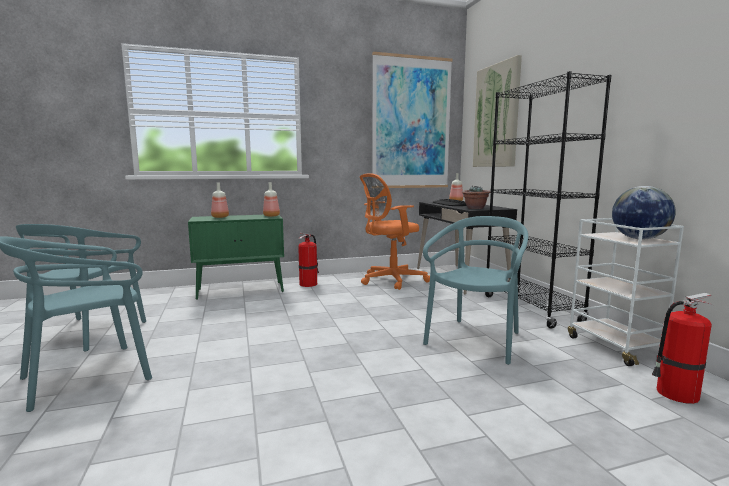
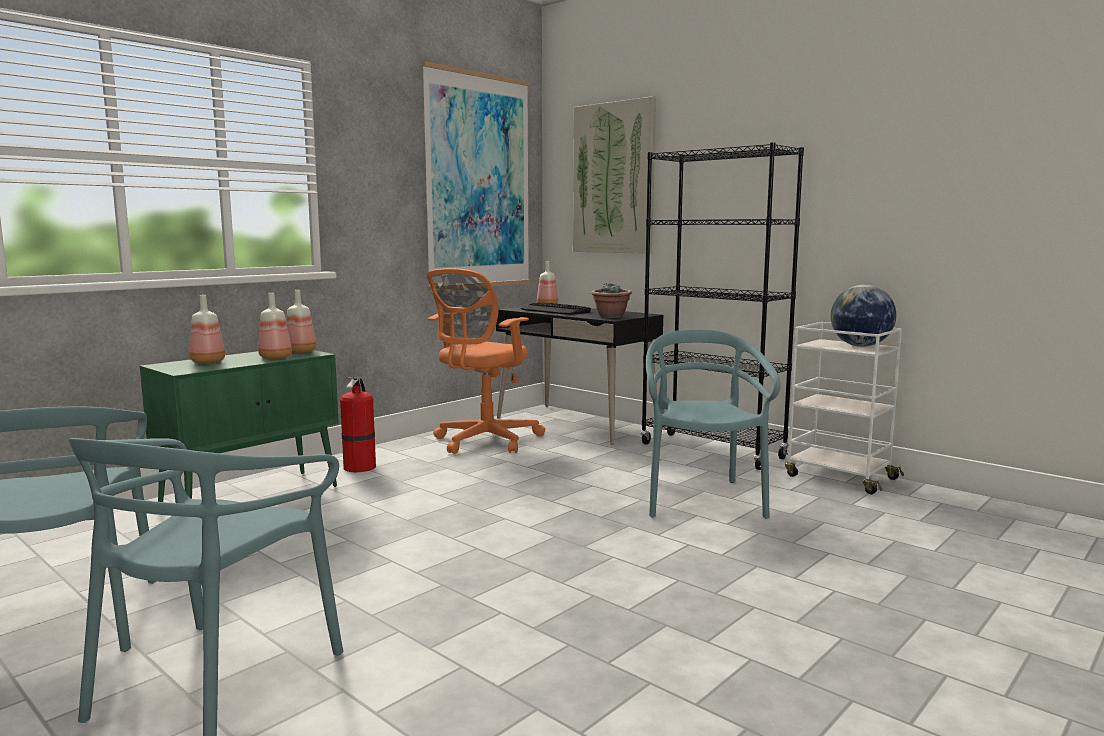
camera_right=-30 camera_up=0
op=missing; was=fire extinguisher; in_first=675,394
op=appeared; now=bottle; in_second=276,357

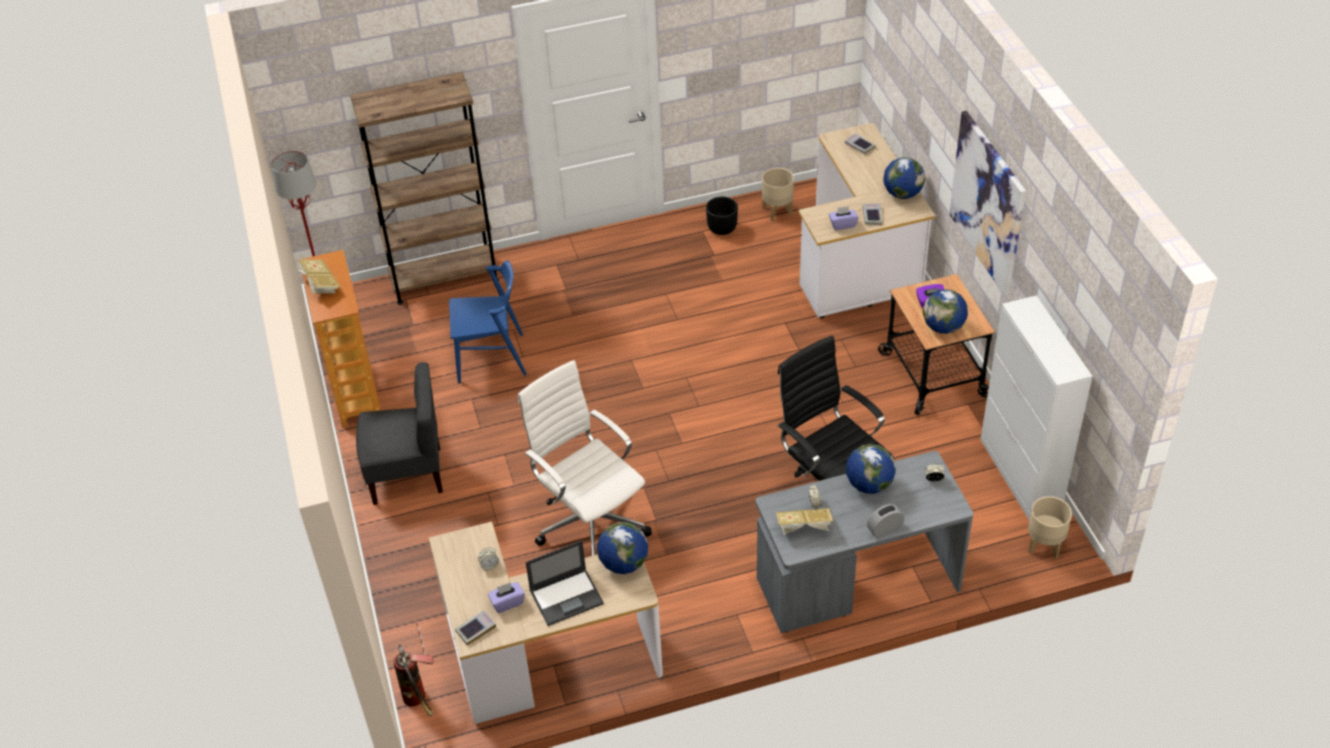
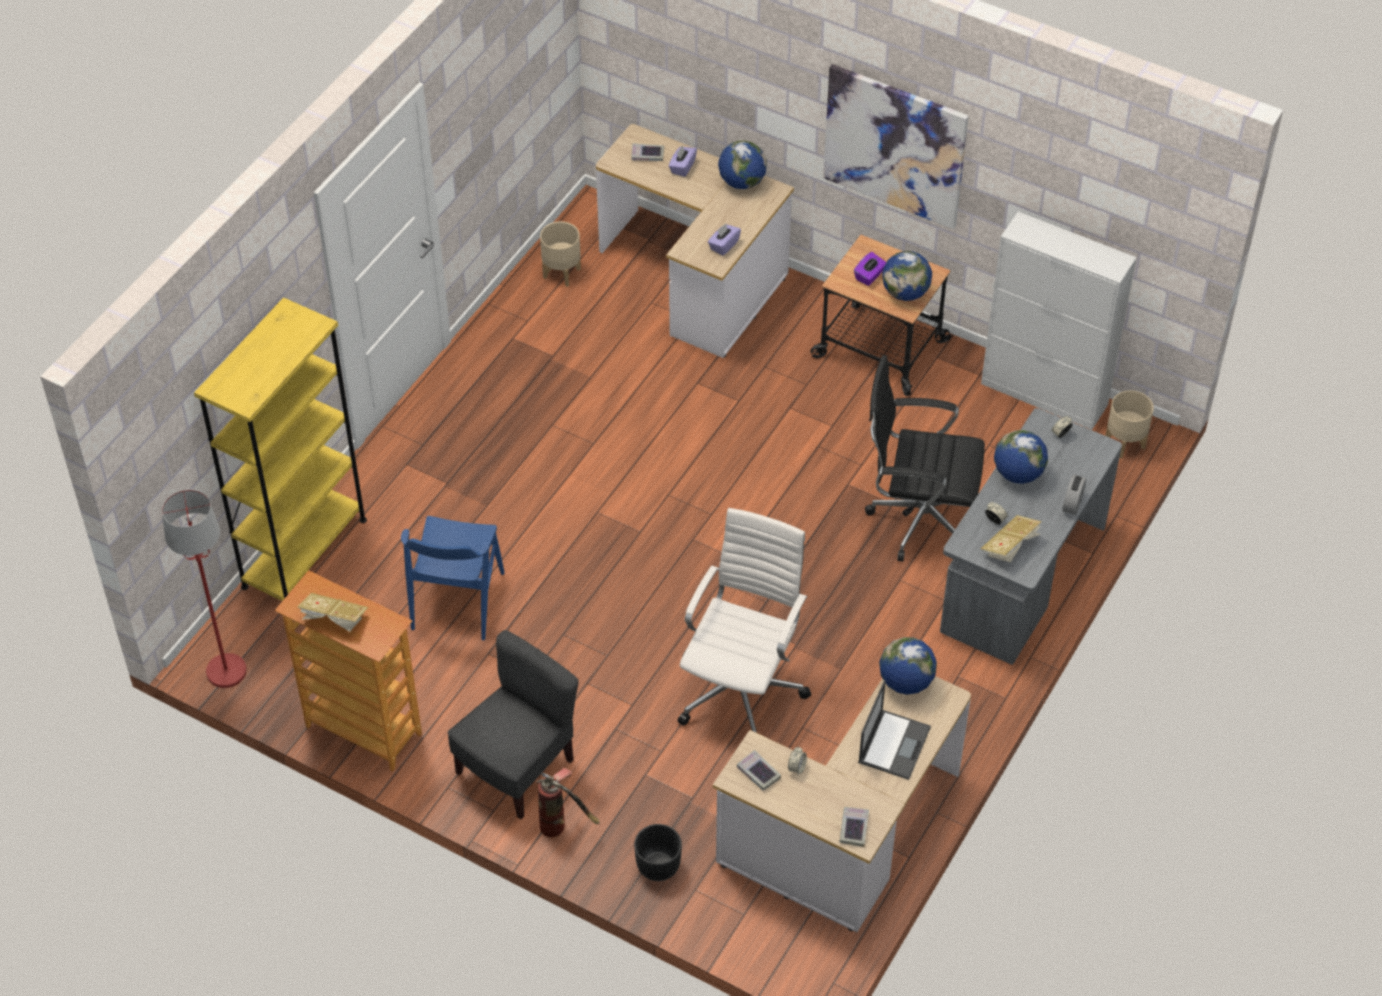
camera_right=-45 camera_up=5
op=colour; was=bookcase (brown); now=bookcase (yellow); in_first=444,278; in_second=304,553
op=relocated; was=fire extinguisher; in_first=420,702; in_second=562,826
op=spun; was=chair (blue); in_first=491,358; in_second=457,601; clockwise=150
op=relocated; was=tissue box (purple); in_first=507,602; in_second=682,167
op=spun; was=office chair (white); in_first=590,522; in_second=742,688; clockwise=105
op=relocated; was=planter (black); in_first=722,227; in_second=658,865
op=relocated; was=book; in_first=872,216; in_second=758,773

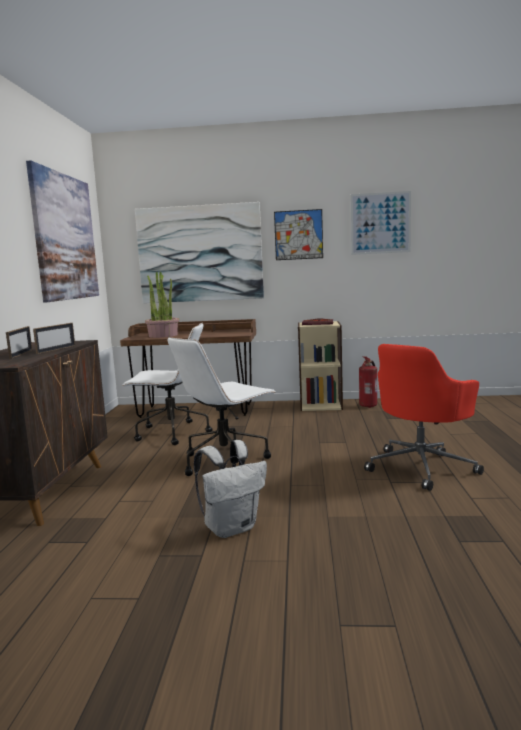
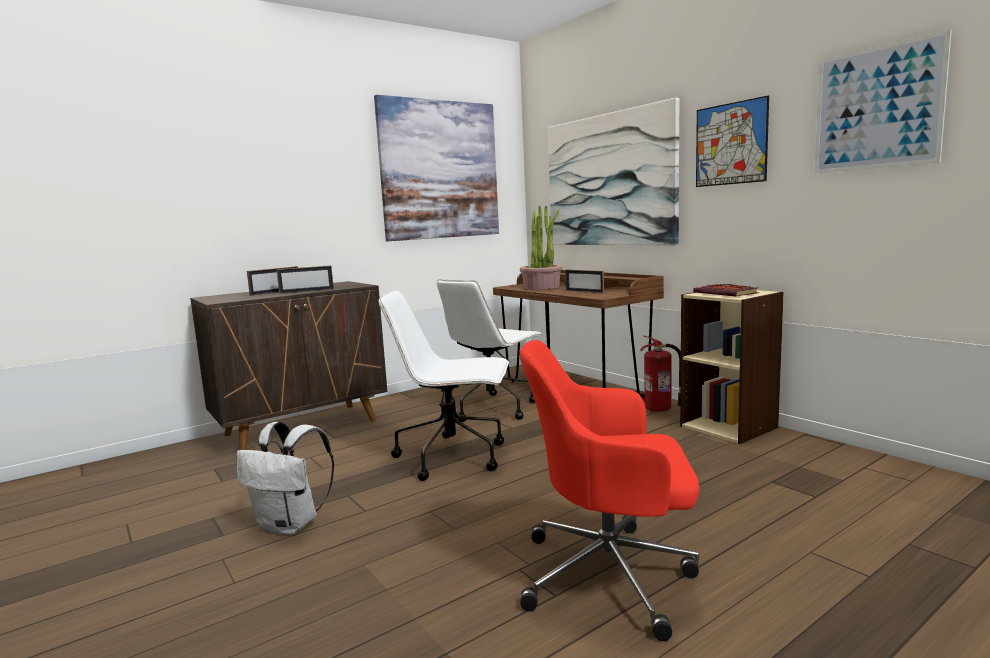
camera_right=50 camera_up=0
op=spun; was=office chair (white); in_first=171,433; in_second=492,407; clockwise=75
op=relocated; was=fire extinguisher; in_first=369,406; in_second=660,409
op=appeared; now=picture frame; in_second=584,292

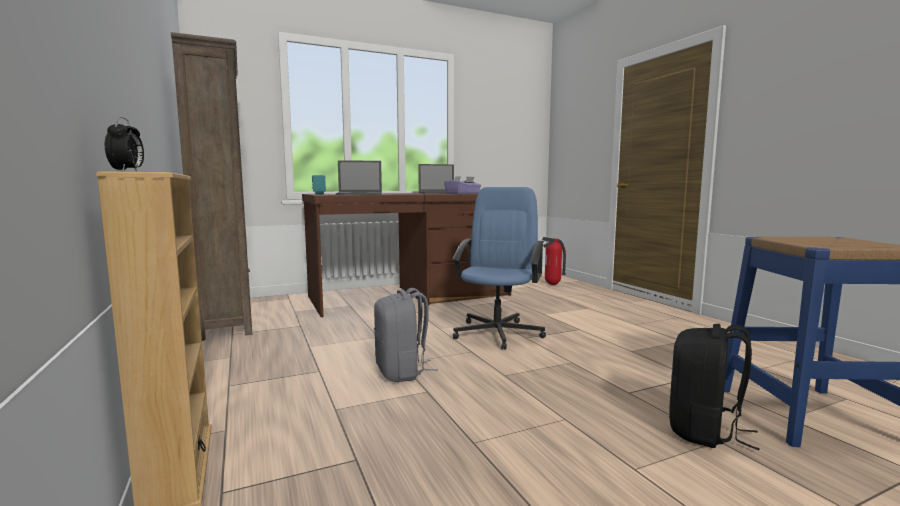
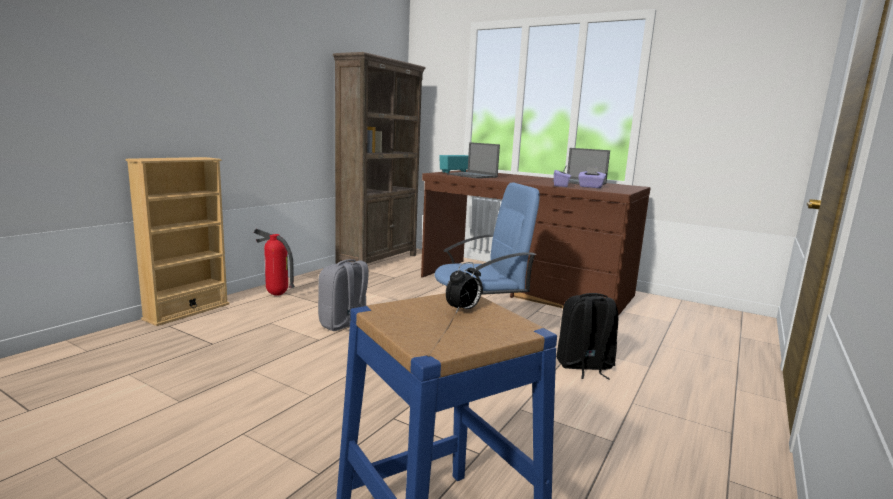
camera_right=55 camera_up=5
op=relocated; was=alarm clock; in_first=127,171; in_second=463,310
op=relocated; was=fire extinguisher; in_first=552,284; in_second=276,295
op=relocated; was=backpack (black); in_first=705,431; in_second=584,366

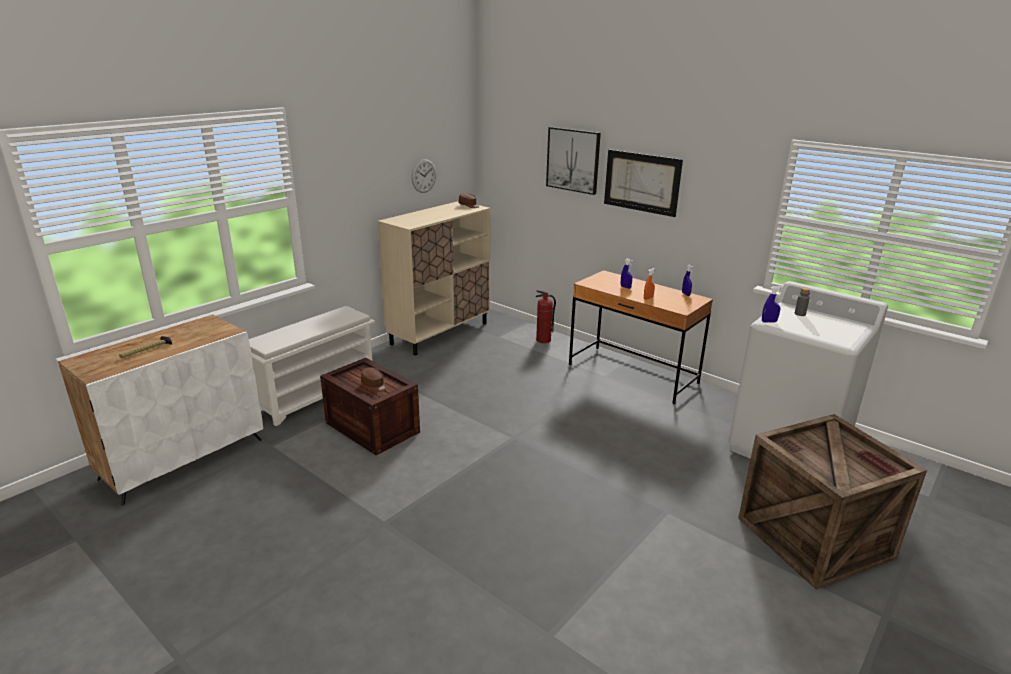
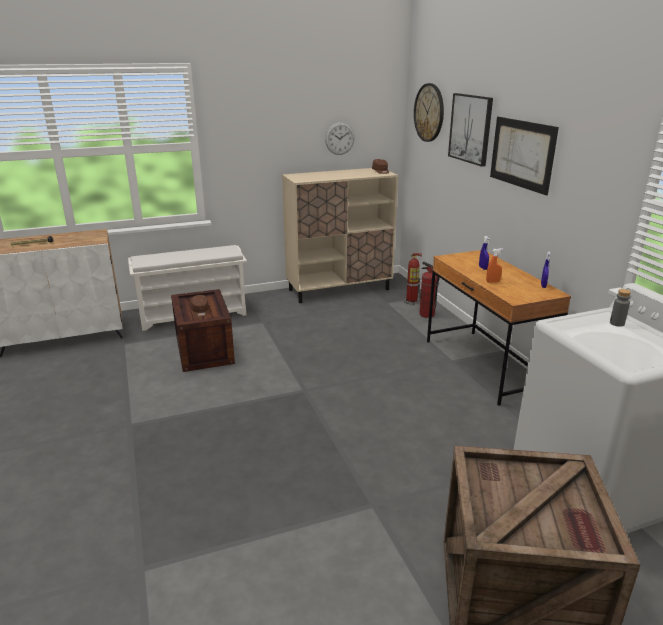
camera_right=30 camera_up=0
op=missing; was=spray bottle (blue); in_first=769,322
op=appeared; now=fire extinguisher; in_second=411,302
op=appeared; now=wall clock; in_second=429,112

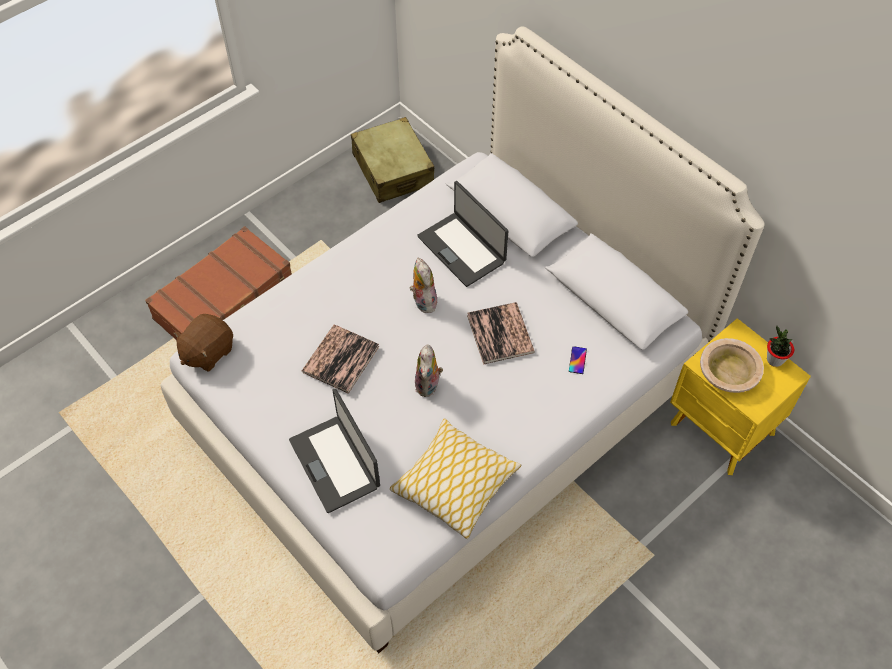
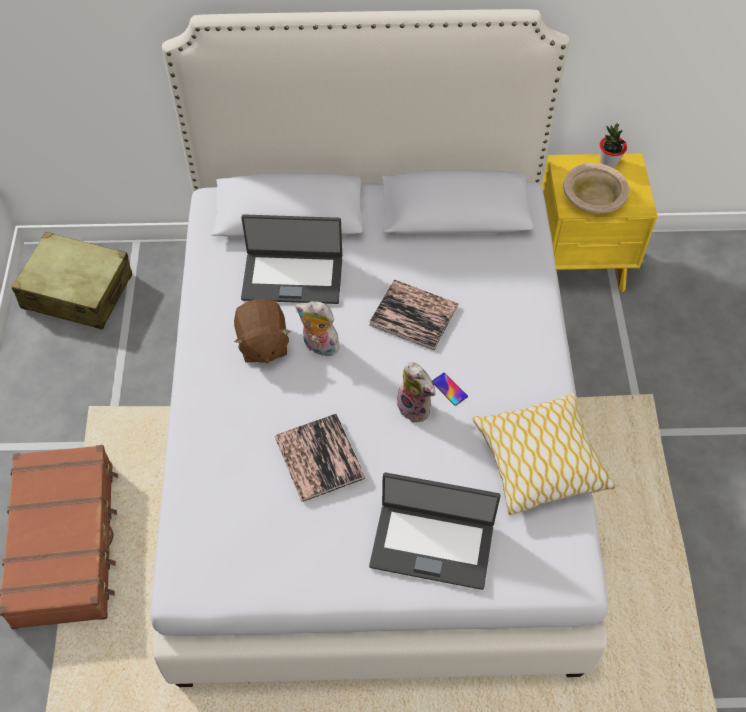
camera_right=-50 camera_up=0
op=relocated; was=plush toy (brown); in_first=207,352; in_second=262,344
op=relocated; was=phone; in_first=577,360; in_second=449,389

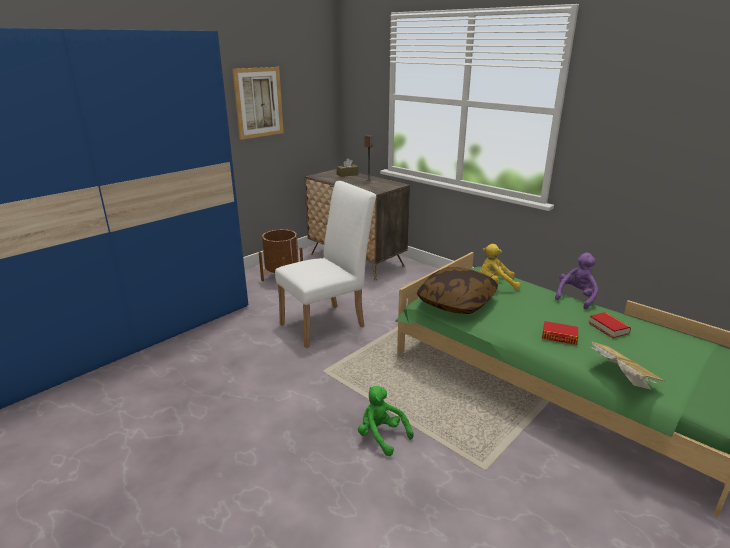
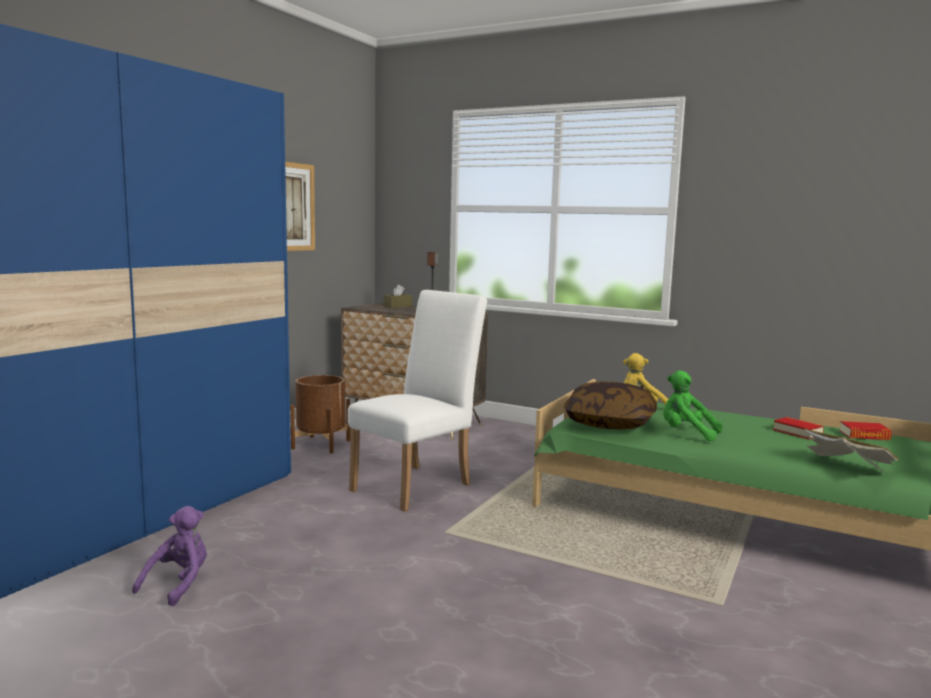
camera_right=-15 camera_up=-15
op=relocated; was=plush toy (green); in_first=381,436; in_second=686,433
op=relocated; was=book; in_first=559,336; in_second=864,435
op=relocated; was=plush toy (purple); in_first=575,297; in_second=179,584

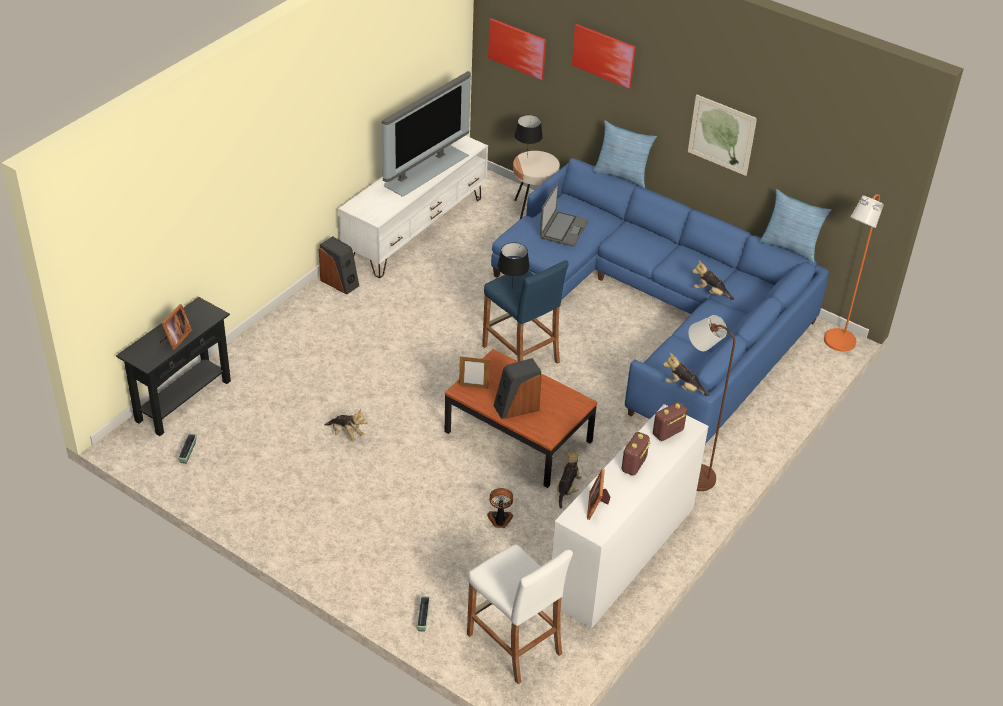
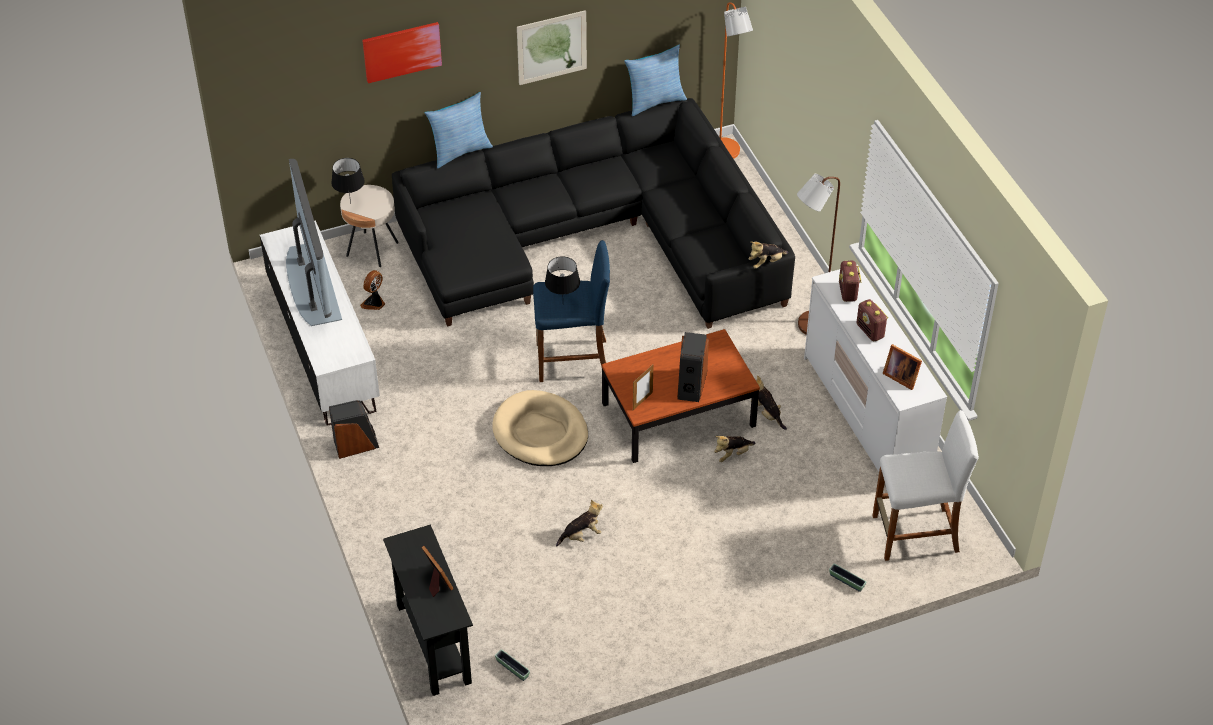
camera_right=-55 camera_up=5
op=relocated; was=fan; in_first=500,520; in_second=374,303
op=missing; was=picture; in_first=517,48
op=colour; was=sofa (blue); now=sofa (black); in_first=661,312; in_second=596,239
op=missing; was=laptop; in_first=563,229
op=relocated; was=plush toy; in_first=710,293; in_second=732,454
op=appeared; now=dog bed (beige); in_second=540,432

